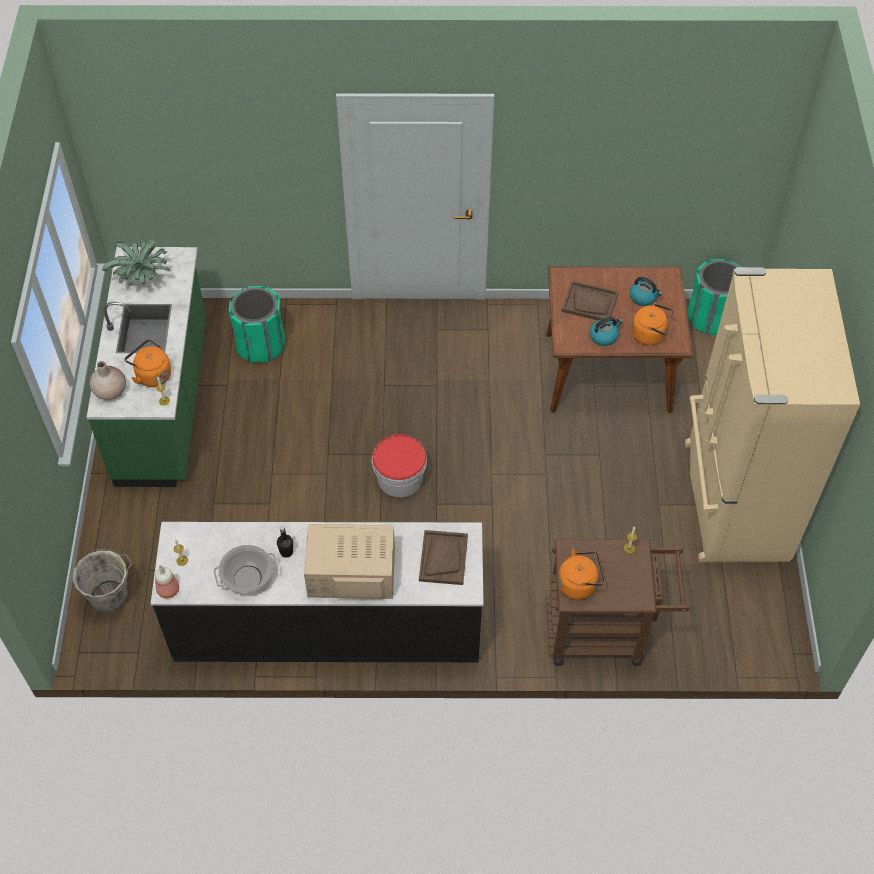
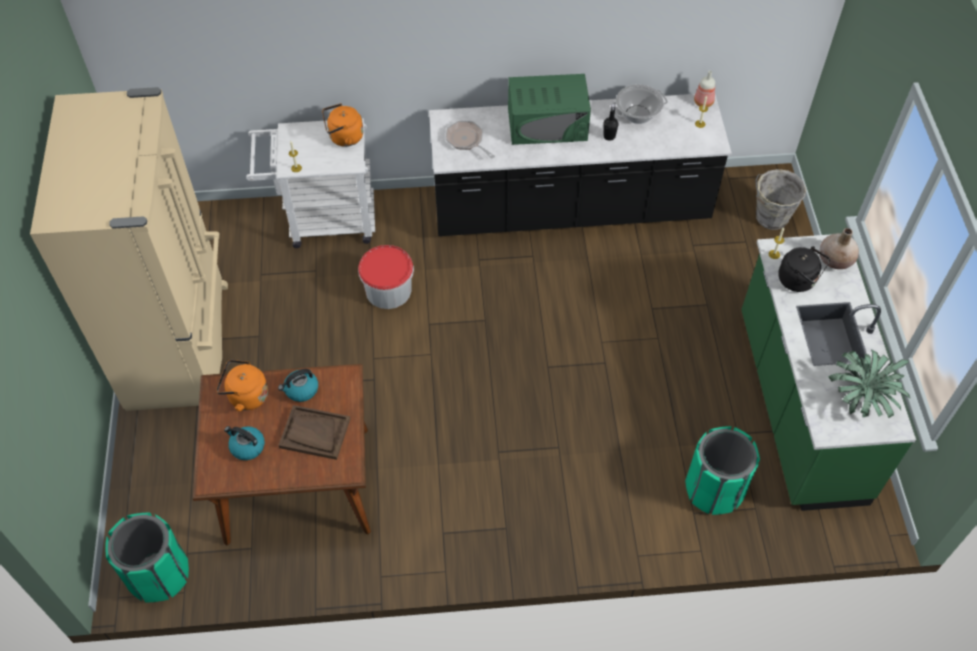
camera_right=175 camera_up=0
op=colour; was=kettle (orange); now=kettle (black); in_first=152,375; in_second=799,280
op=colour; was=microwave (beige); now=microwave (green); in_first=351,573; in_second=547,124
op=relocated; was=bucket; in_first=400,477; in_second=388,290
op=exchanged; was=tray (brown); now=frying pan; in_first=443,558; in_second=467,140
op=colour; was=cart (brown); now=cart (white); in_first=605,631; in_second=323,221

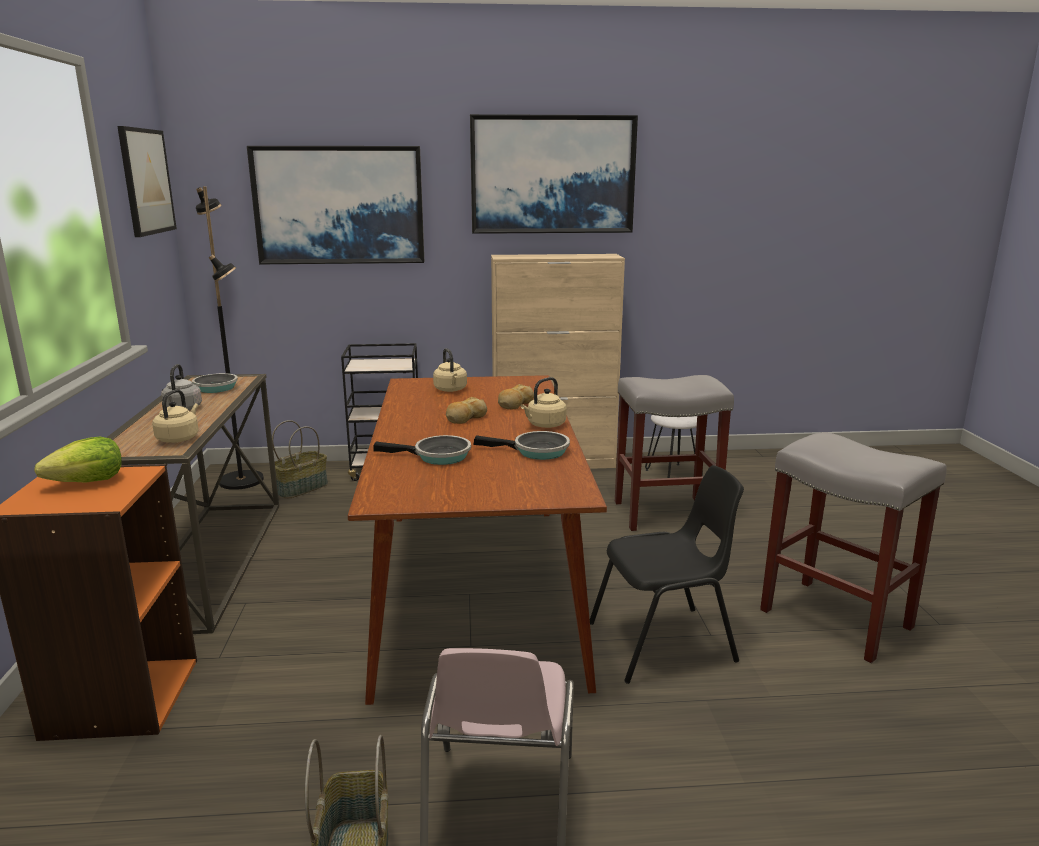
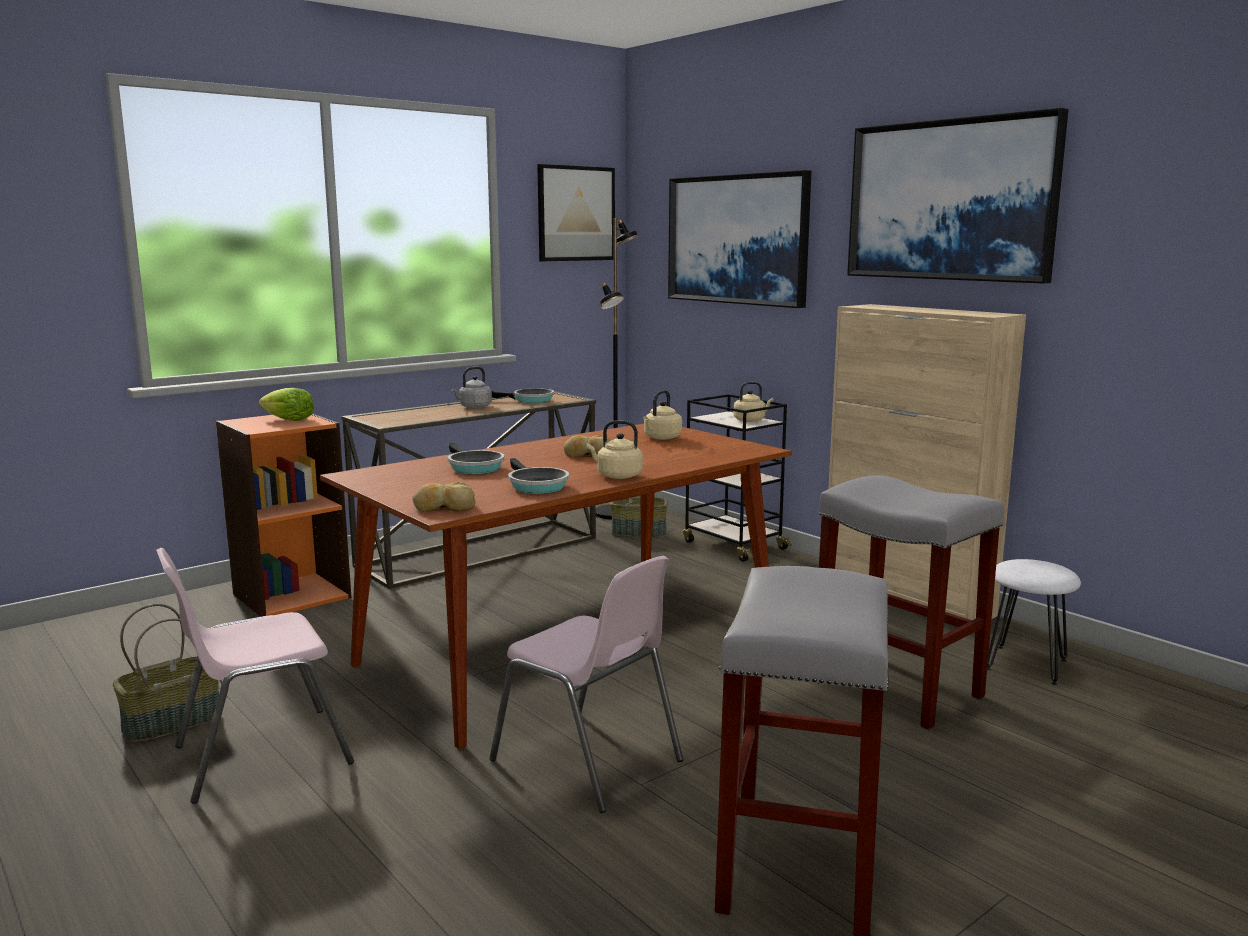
camera_right=55 camera_up=-5
op=relocated; was=kettle (beige); in_first=179,438; in_second=751,420
op=relocated; was=bread; in_first=515,404; in_second=444,507
op=colour; was=chair (black); now=chair (pink); in_first=664,643; in_second=589,761

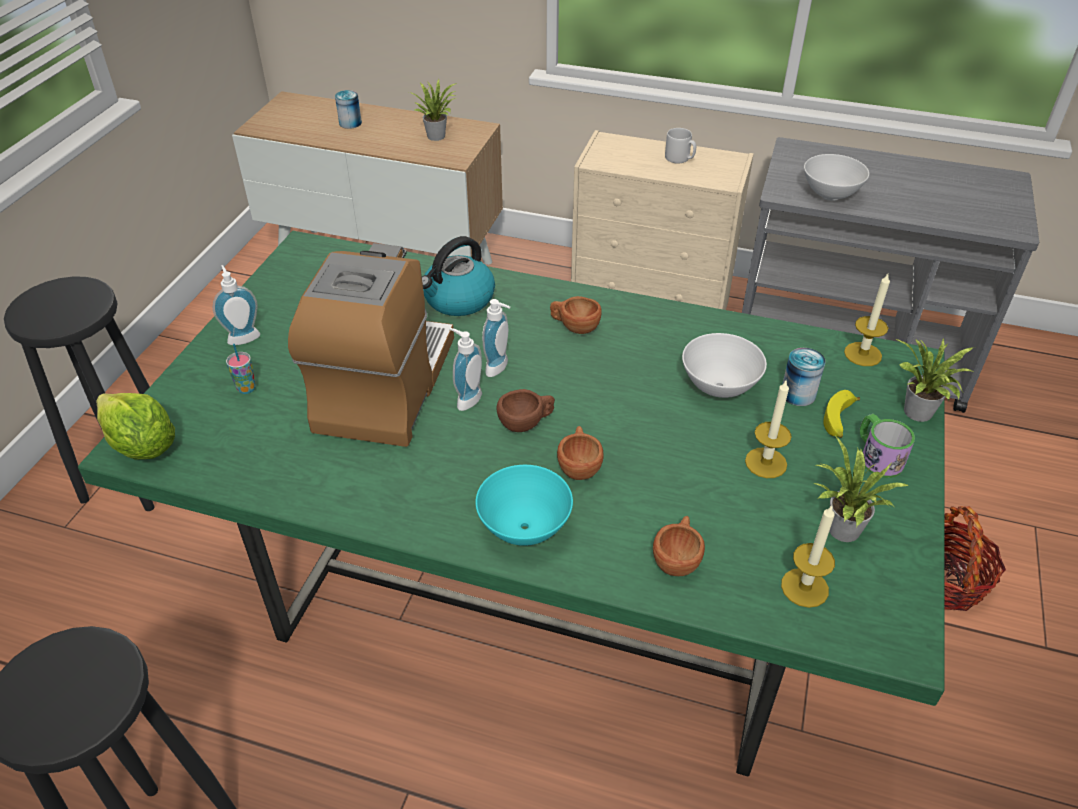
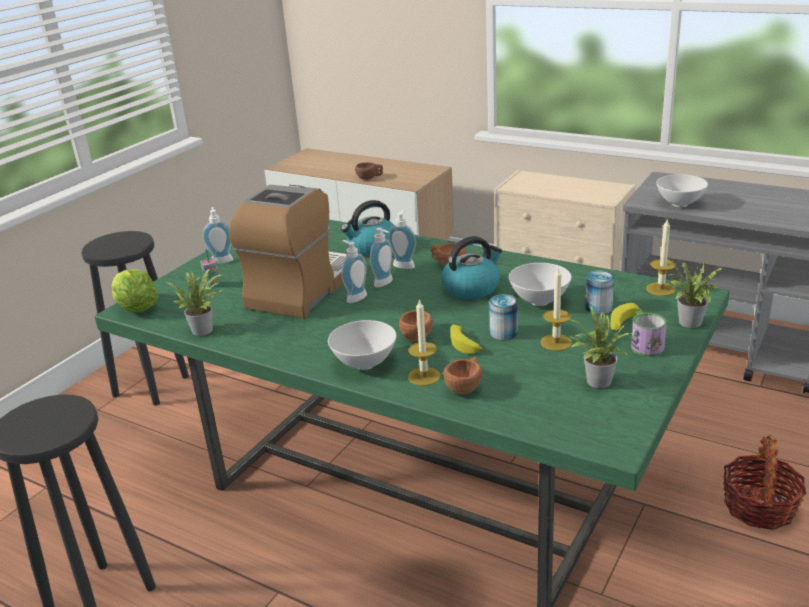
camera_right=15 camera_up=-15
op=relocated; was=can; in_first=350,123; in_second=503,333
op=relocated; was=potted plant; in_first=437,135; in_second=205,329
op=colour; was=bowl (turquoise); now=bowl (white); in_first=525,528; in_second=365,364
op=relocated; was=cup (brown); in_first=526,423; in_second=370,178
op=missing; was=mug (grey); in_first=680,159
op=relocated; was=candle; in_first=804,587; in_second=424,376
op=appeared; now=soap dispenser; in_second=405,265
op=appeared; now=kettle; in_second=471,288
op=appeared; now=banana; in_second=466,345

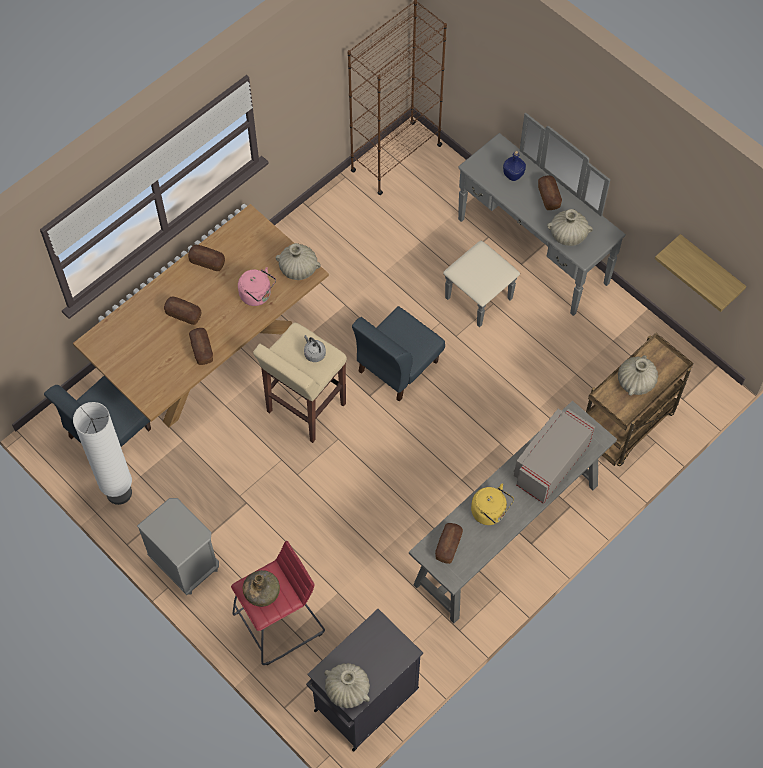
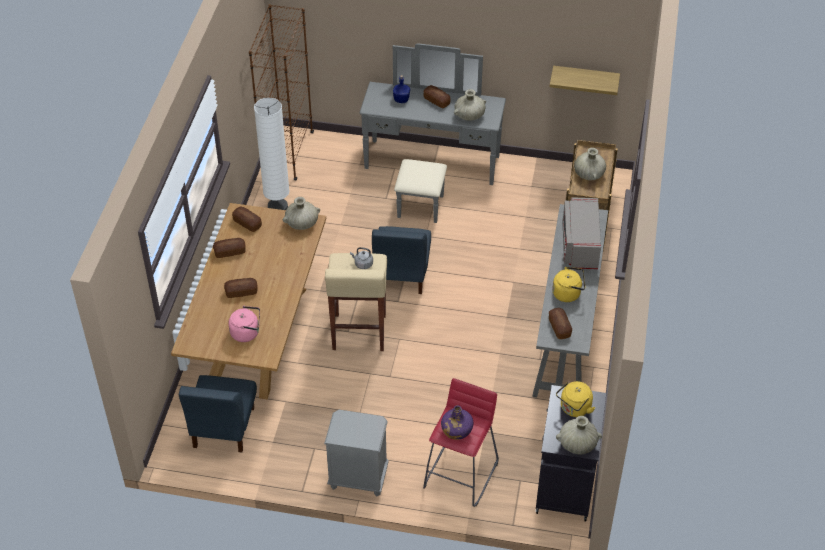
camera_right=-35 camera_up=-15
op=relocated; was=floor lamp (white); in_first=119,492; in_second=277,207
op=relocated; was=bread; in_first=202,349; in_second=247,223
op=relocated; was=kettle (pink); in_first=257,295; in_second=247,333
op=colour; was=bottle (green); now=bottle (purple); in_first=262,592; in_second=456,430
op=appeared; now=kettle (yellow); in_second=574,409

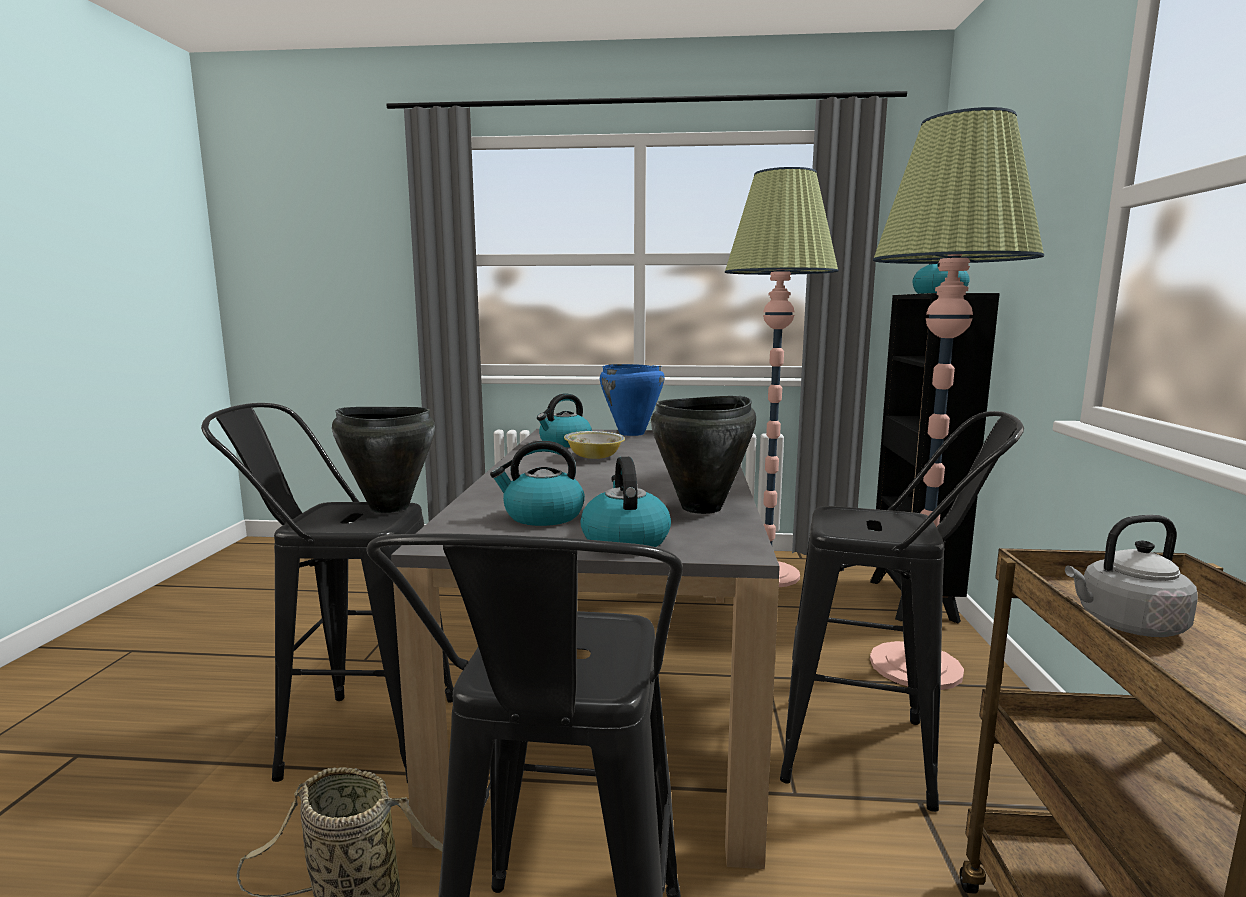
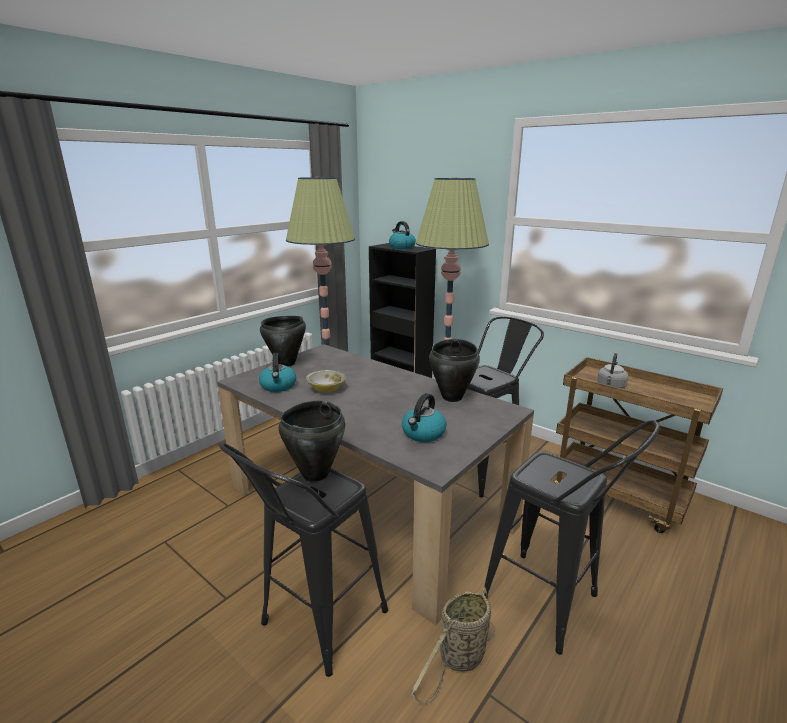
camera_right=-55 camera_up=10
op=missing; was=kettle; in_first=624,540
op=colour; was=cooking pot (blue); now=cooking pot (black); in_first=631,433; in_second=286,364

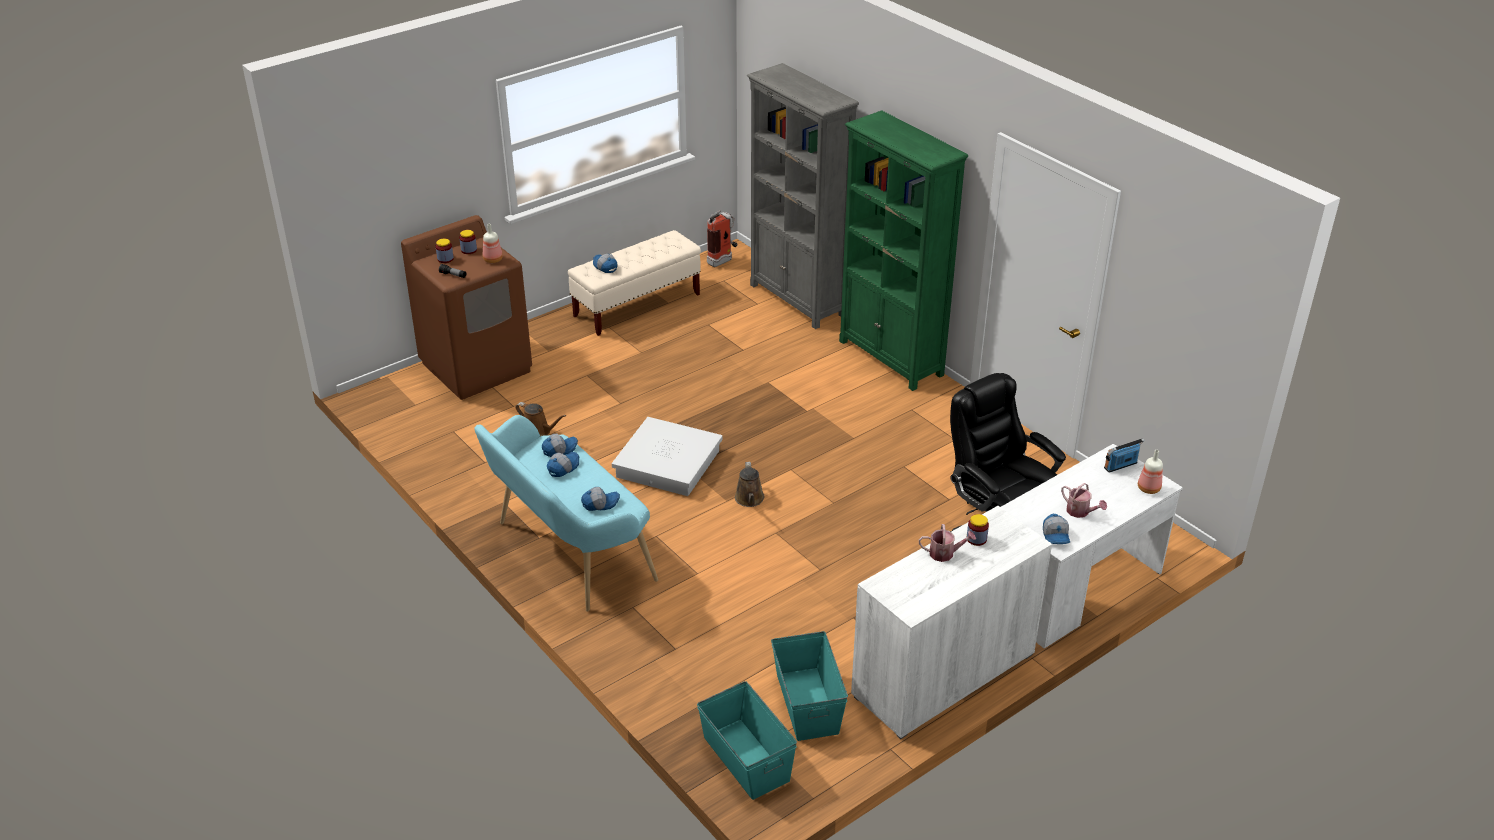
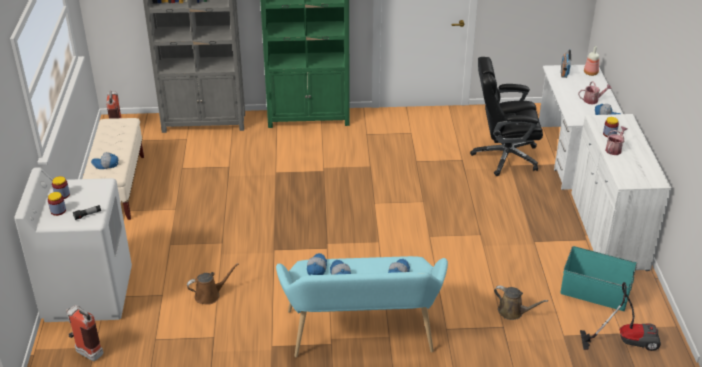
camera_right=-55 camera_up=0
op=colour; was=washing machine (brown); now=washing machine (white); in_first=477,367; in_second=88,294
op=missing; was=bottle; in_first=492,260
op=missing; was=storage box (white); in_first=668,464
op=exchanged; was=storage box (turquoise); now=vacuum cleaner; in_first=746,759; in_second=626,339
op=relocated; was=watering can (brown); in_first=749,499; in_second=513,312
op=appeared; now=fire extinguisher; in_second=85,351

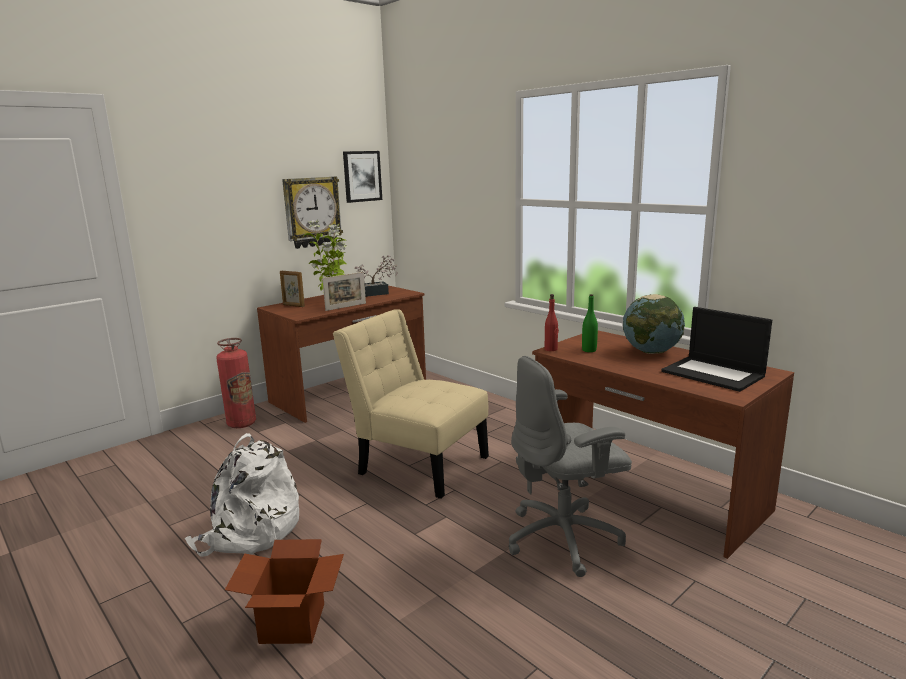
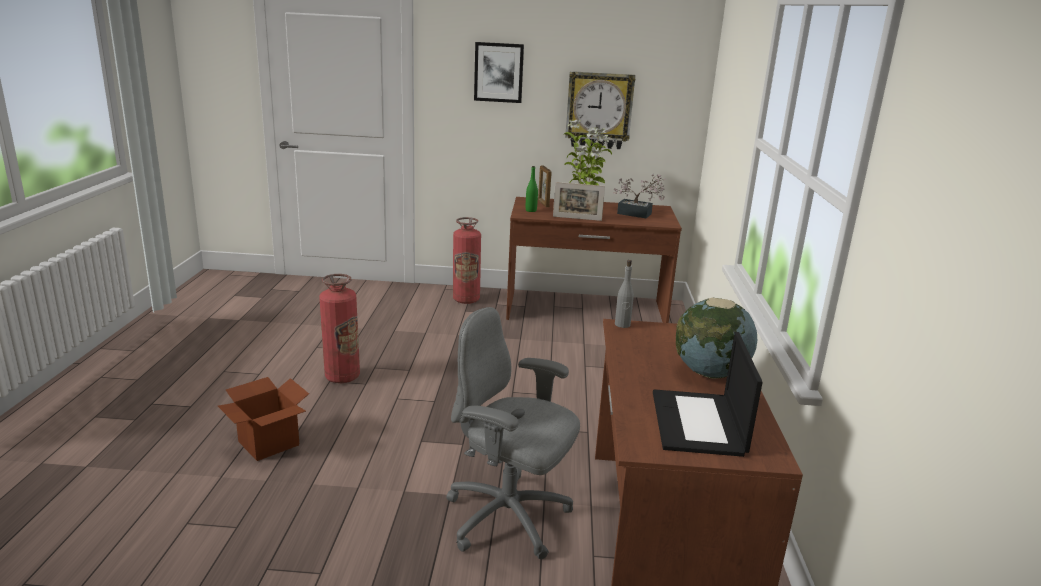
camera_right=45 camera_up=5
op=exchanged; was=backpack (white); now=fire extinguisher; in_first=249,532; in_second=342,377
op=missing; was=chair (beige); in_first=418,463
op=relocated; was=picture; in_first=362,176; in_second=498,72
op=colour; was=bottle (red); now=bottle (grey); in_first=551,349; in_second=622,325
op=relocated; was=bottle (green); in_first=589,350; in_second=531,210

